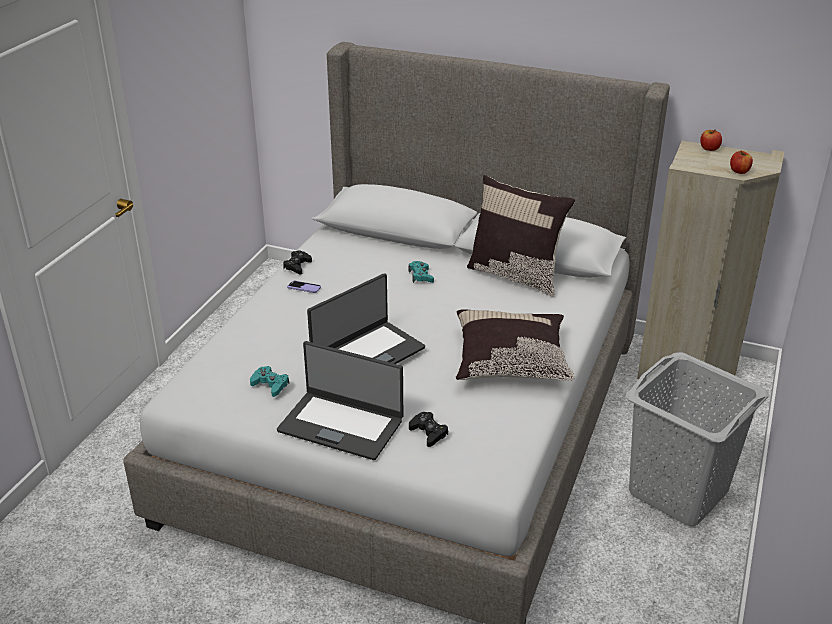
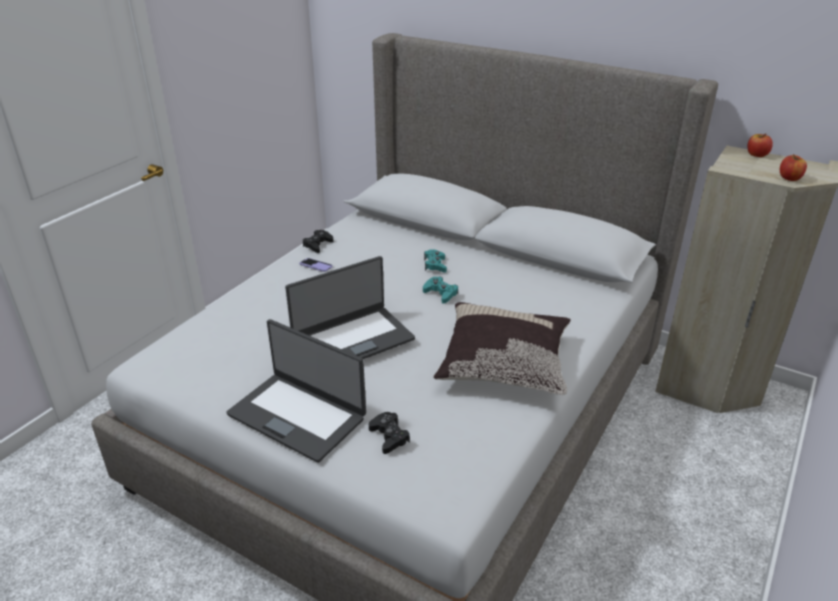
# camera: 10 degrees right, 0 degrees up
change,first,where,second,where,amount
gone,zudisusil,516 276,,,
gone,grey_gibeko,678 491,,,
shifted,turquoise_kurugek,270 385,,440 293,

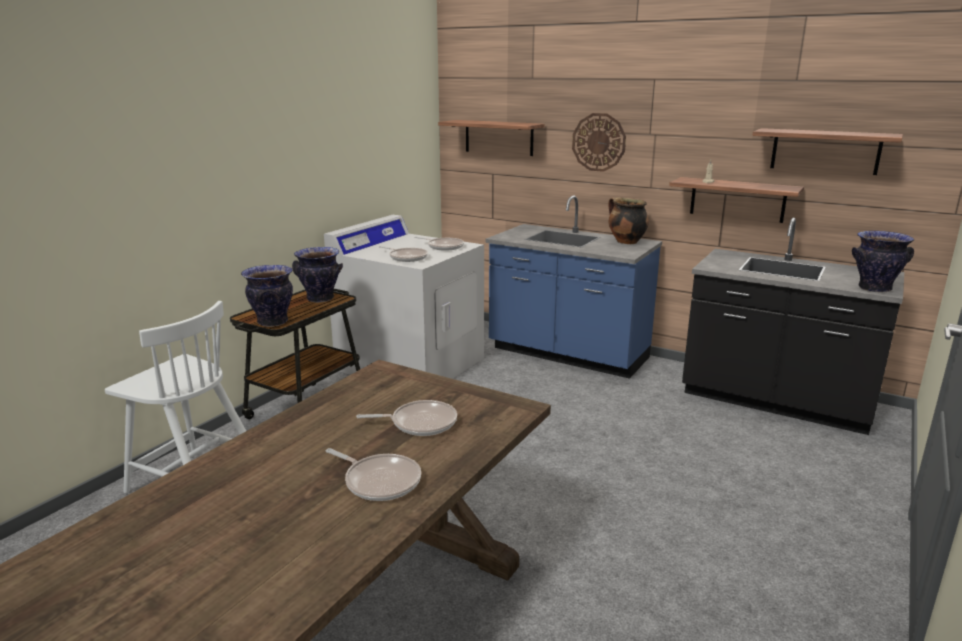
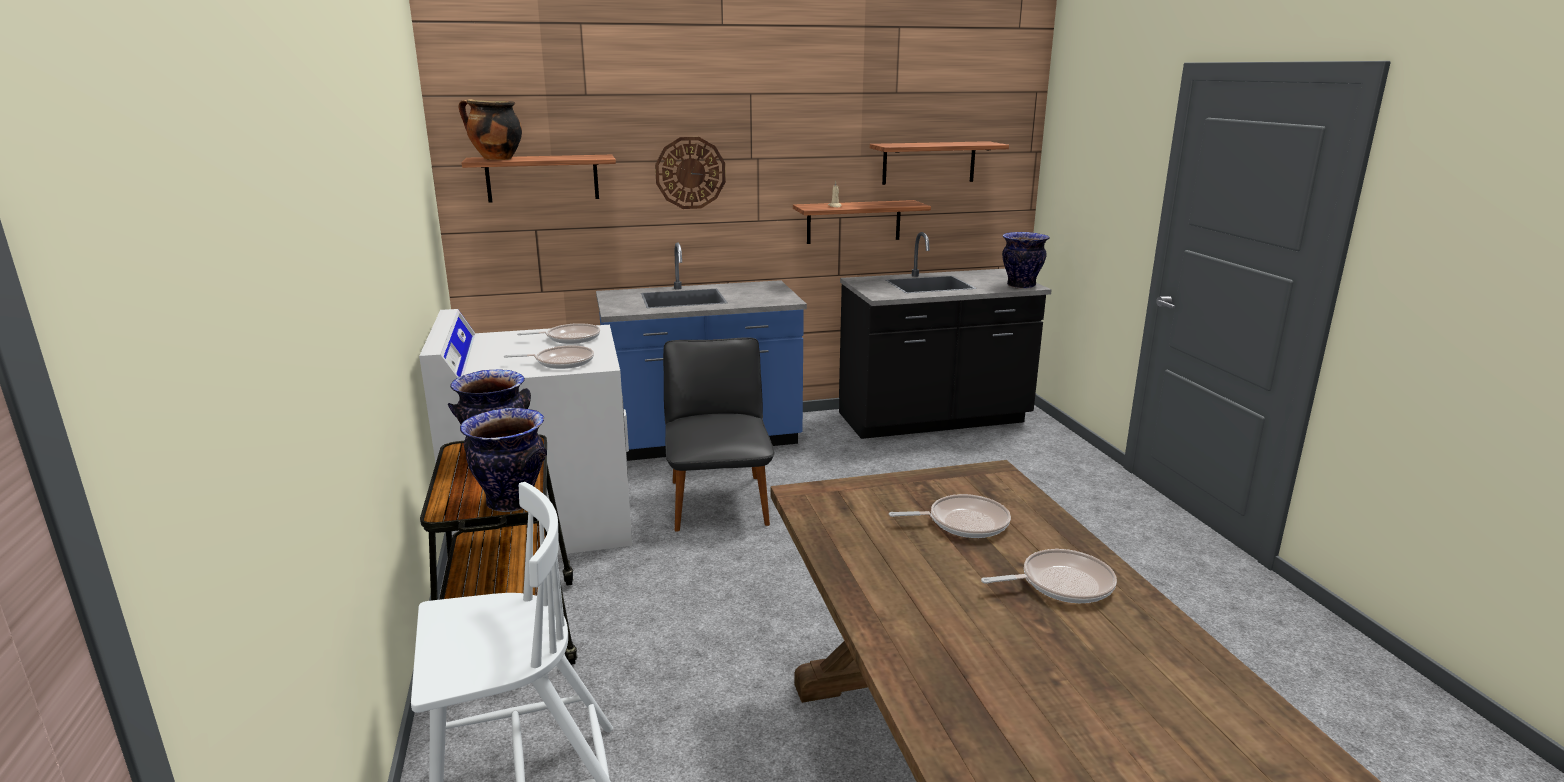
# camera: 45 degrees left, 0 degrees up
change,first,where,second,where,amount
new,,,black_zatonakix,718 502,
shifted,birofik,625 242,,495 159,
rotated,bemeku,420 423,,963 522,45 degrees clockwise

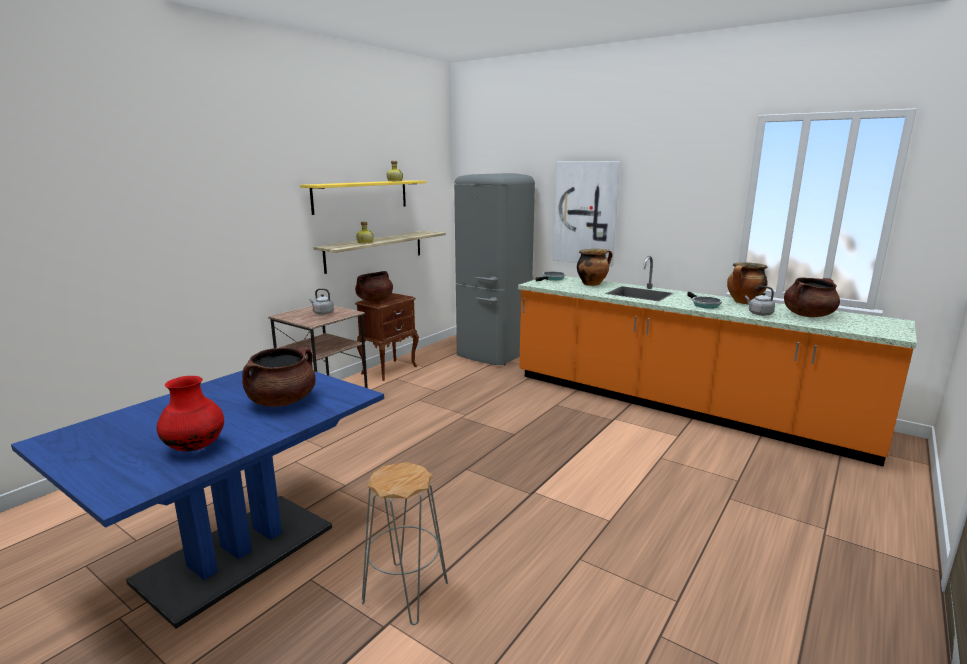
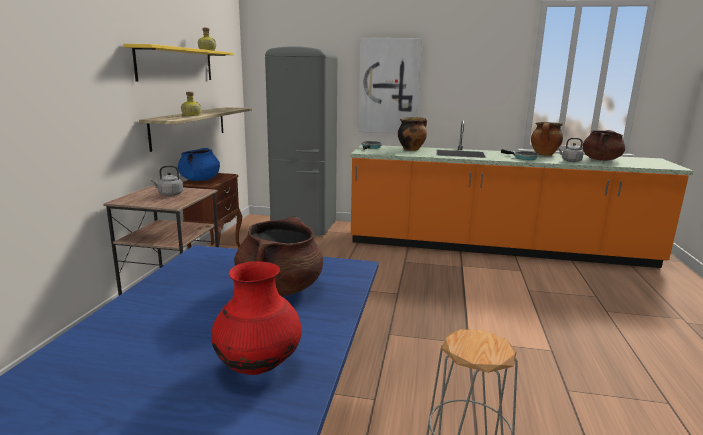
# camera: 25 degrees left, 0 degrees up
change,first,where,second,where,amount
repainted,brown_birofik,374 300,blue_birofik,200 180,

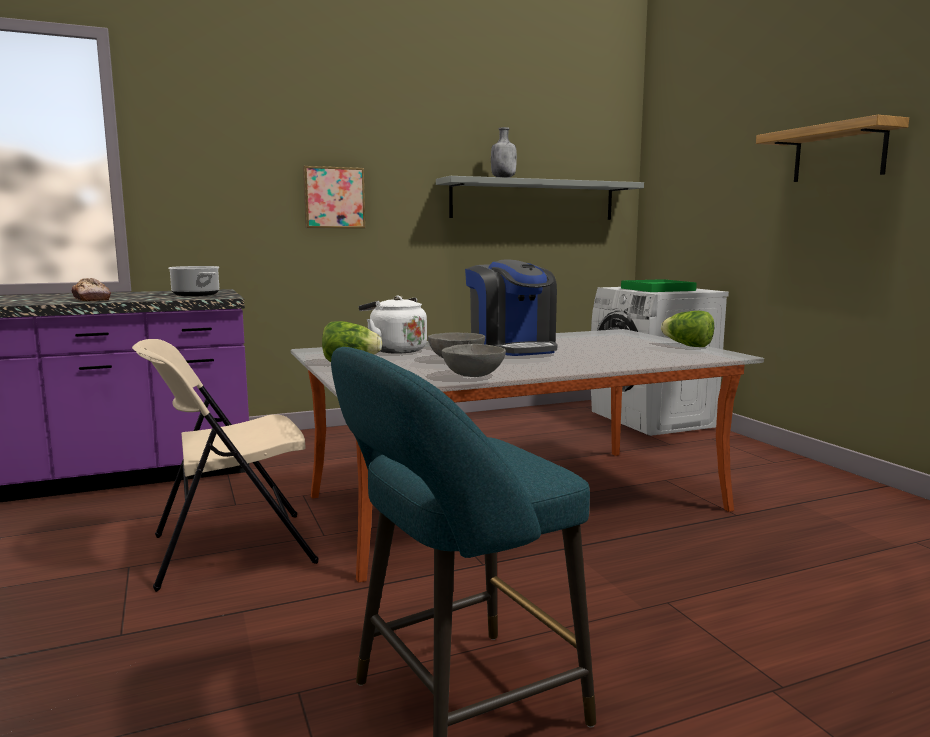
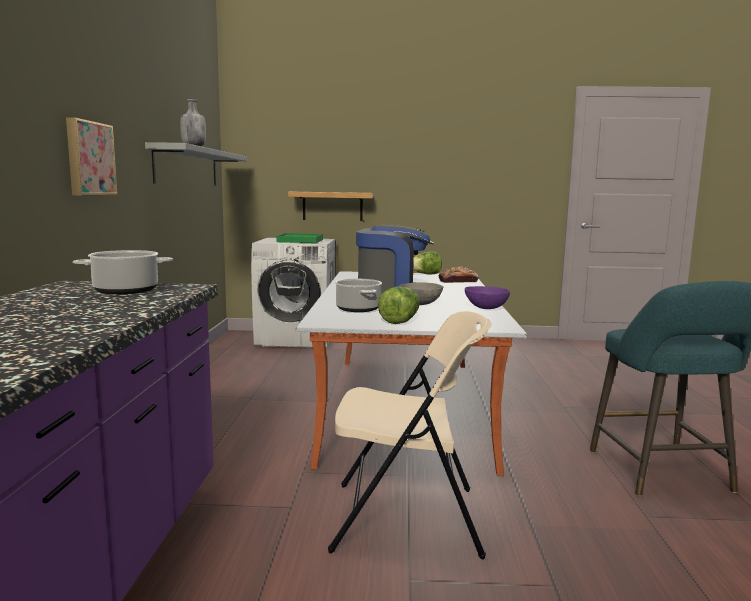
# camera: 65 degrees left, 0 degrees up
change,first,where,second,where,amount
shifted,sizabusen,91 299,,458 281,
shifted,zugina,839 153,,332 206,
swapped,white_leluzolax,395 350,birofik,357 309,
repainted,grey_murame,473 376,purple_murame,486 308,
rotated,beige_zatonakix,233 548,,406 518,90 degrees counterclockwise

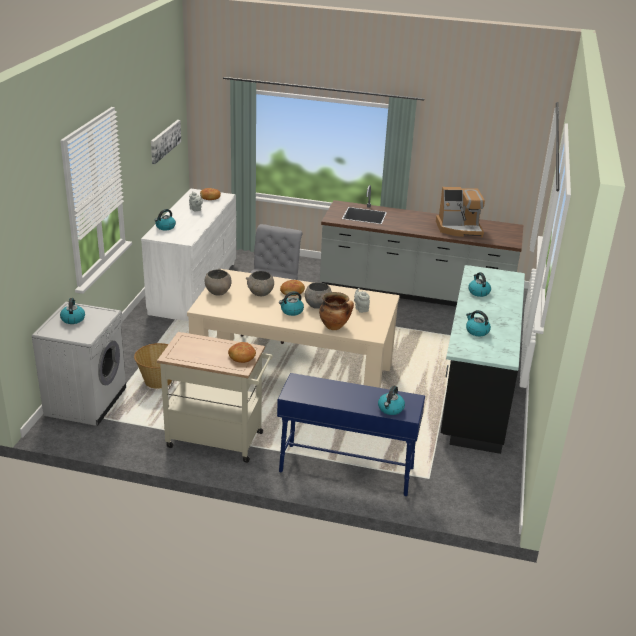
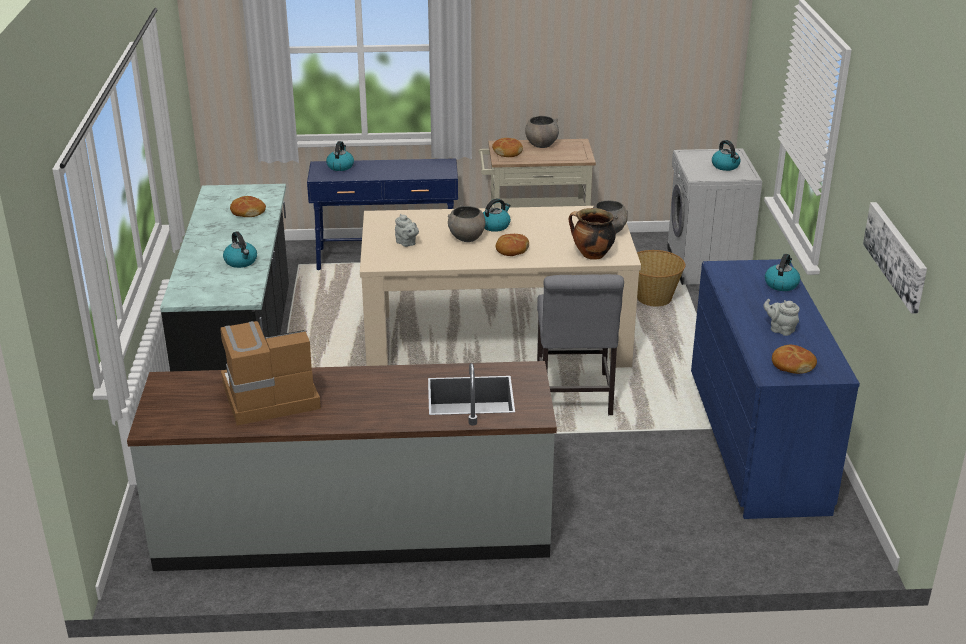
# camera: 165 degrees right, 0 degrees up
change,first,where,second,where,amount
shifted,grey_murame,260 294,,541 144,
shifted,birofik,335 326,,591 255,
swapped,leluzolax,476 331,sizabusen,247 212,
repainted,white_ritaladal,193 288,blue_ritaladal,757 443,

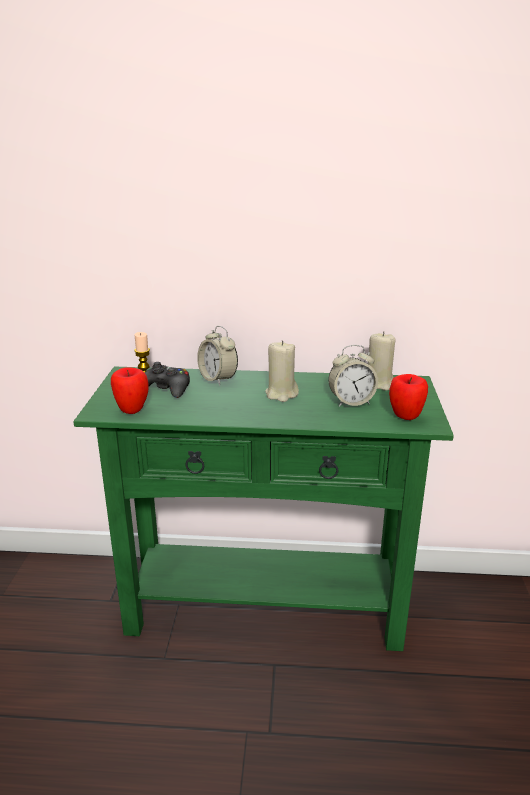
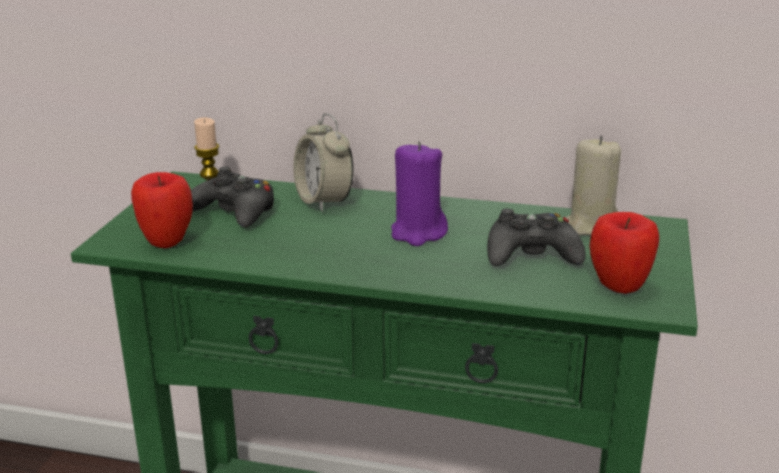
# camera: 10 degrees right, 0 degrees up
change,first,where,second,where,amount
swapped,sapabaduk,351 402,black_kurugek,532 254,
repainted,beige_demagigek,281 394,purple_demagigek,418 233,

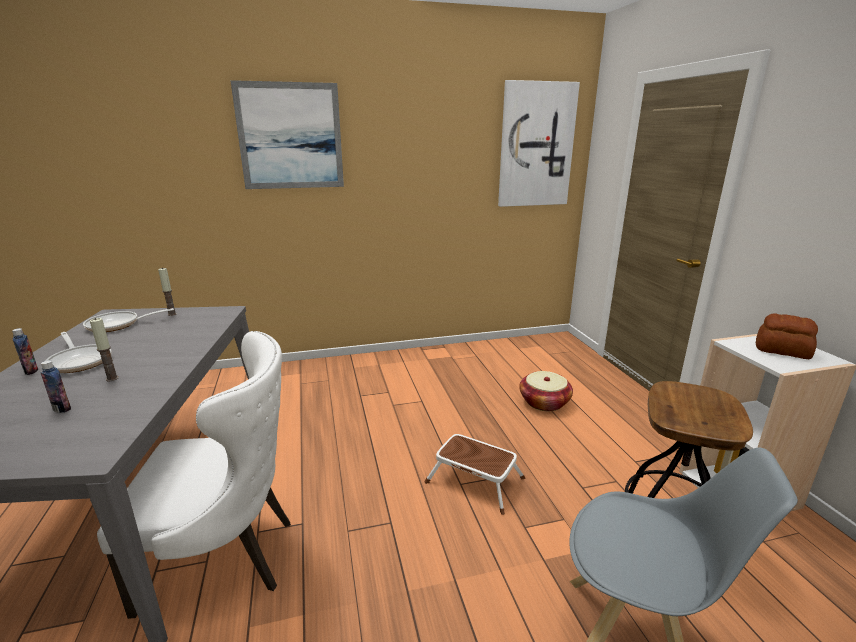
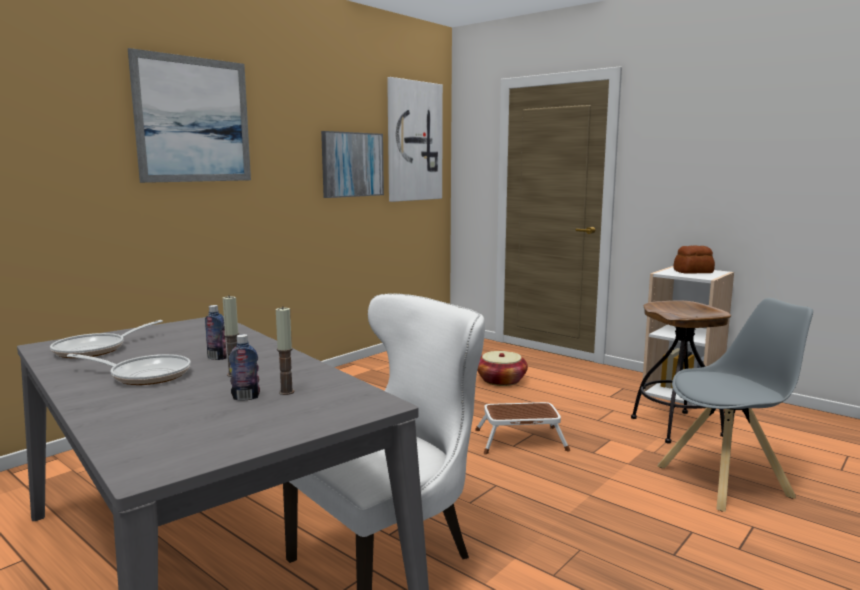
# camera: 35 degrees left, 10 degrees down
change,first,where,second,where,amount
new,,,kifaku,352 164,
shifted,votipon,31 371,,217 358,
shifted,demagigek,172 314,,286 392,

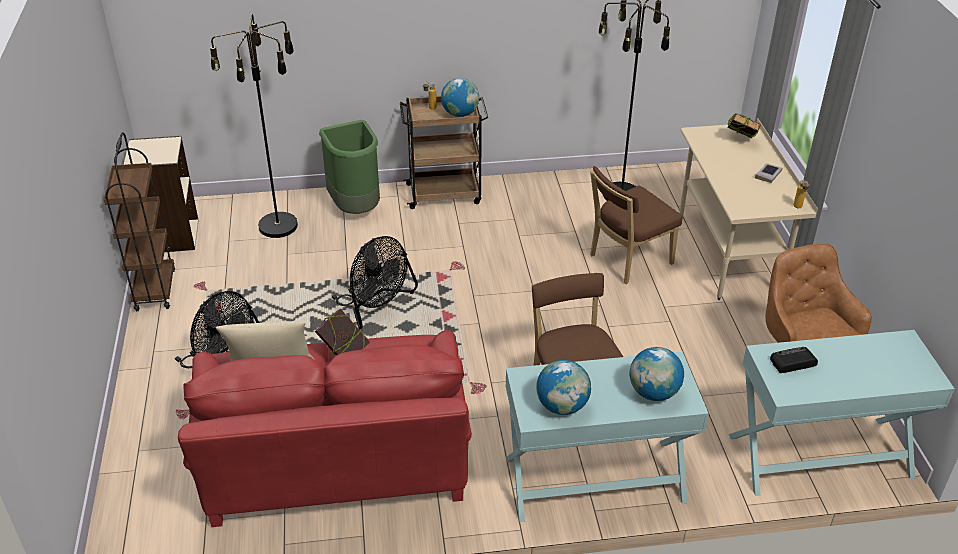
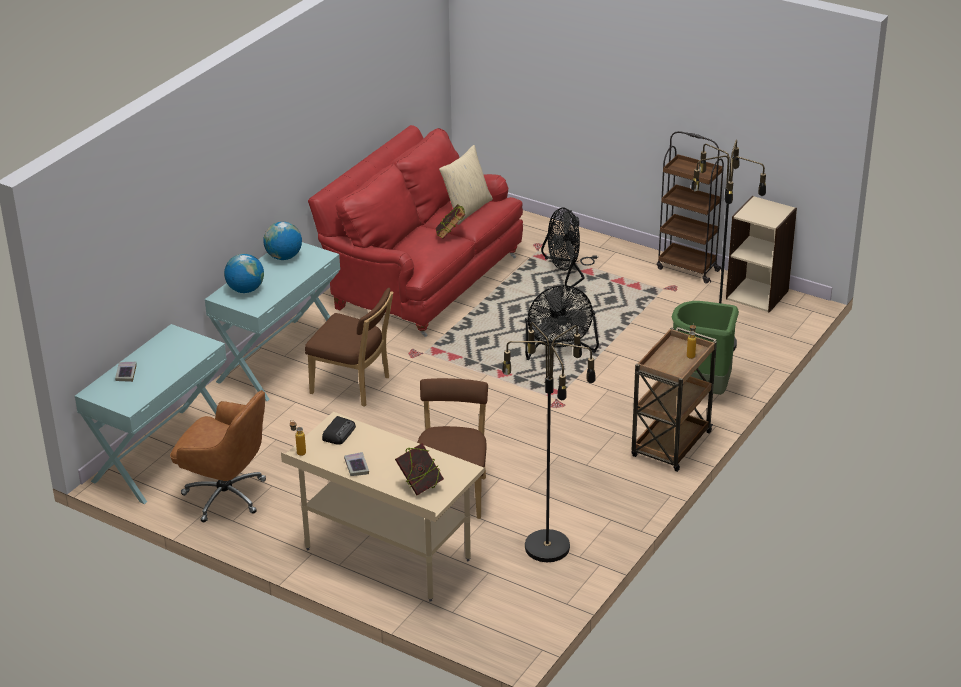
# camera: 130 degrees right, 5 degrees down
change,first,where,second,where,amount
gone,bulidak,460 114,,,
new,,,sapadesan,126 373,
shifted,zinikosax,792 362,,339 433,
rotated,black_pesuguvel,374 306,,555 348,90 degrees counterclockwise

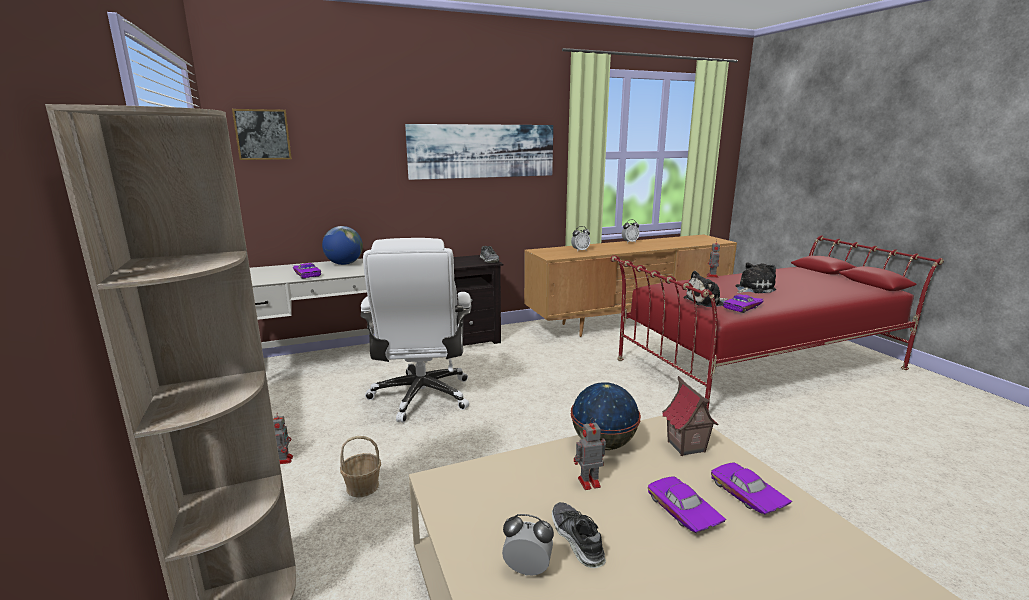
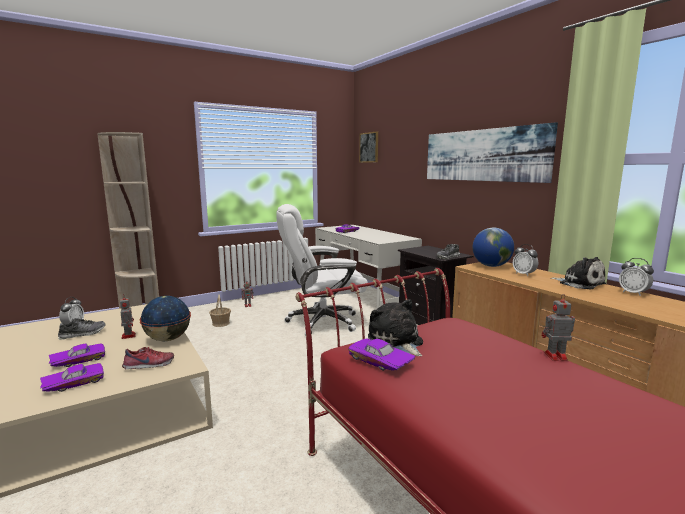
# camera: 80 degrees right, 5 degrees down
change,first,where,second,where,amount
shifted,bulidak,344 264,,491 266,
shifted,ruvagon,753 289,,579 283,
swapped,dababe,685 447,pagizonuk,149 365,

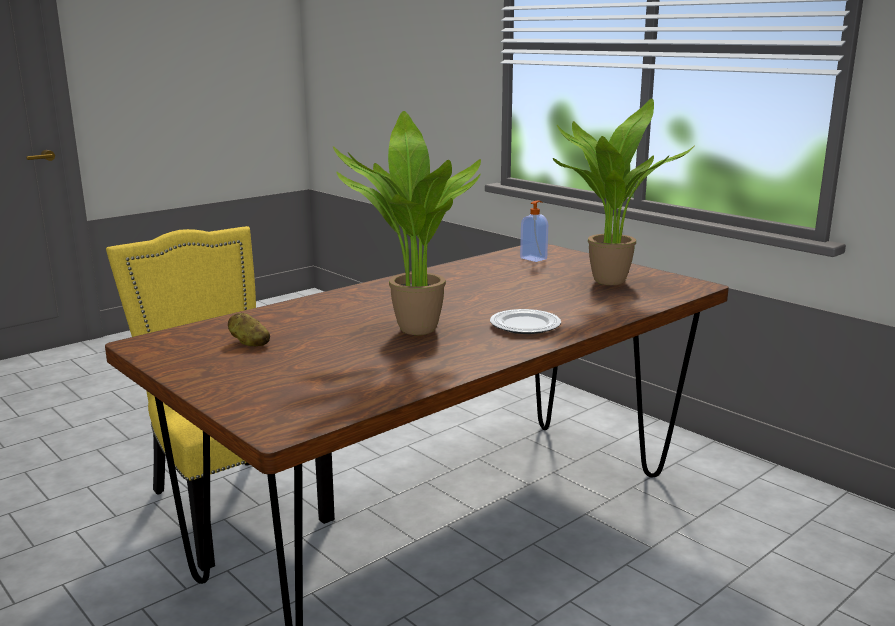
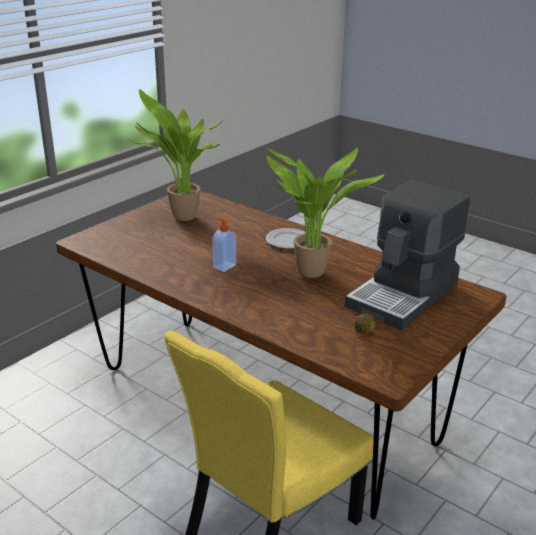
# camera: 100 degrees left, 10 degrees up
change,first,where,second,where,amount
new,,,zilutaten,404 295,
shifted,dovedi,534 258,,224 266,

